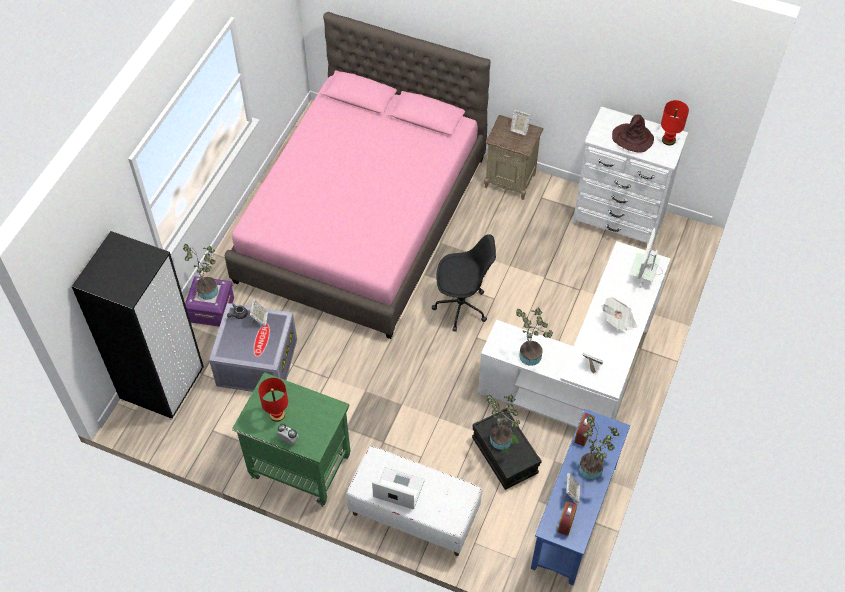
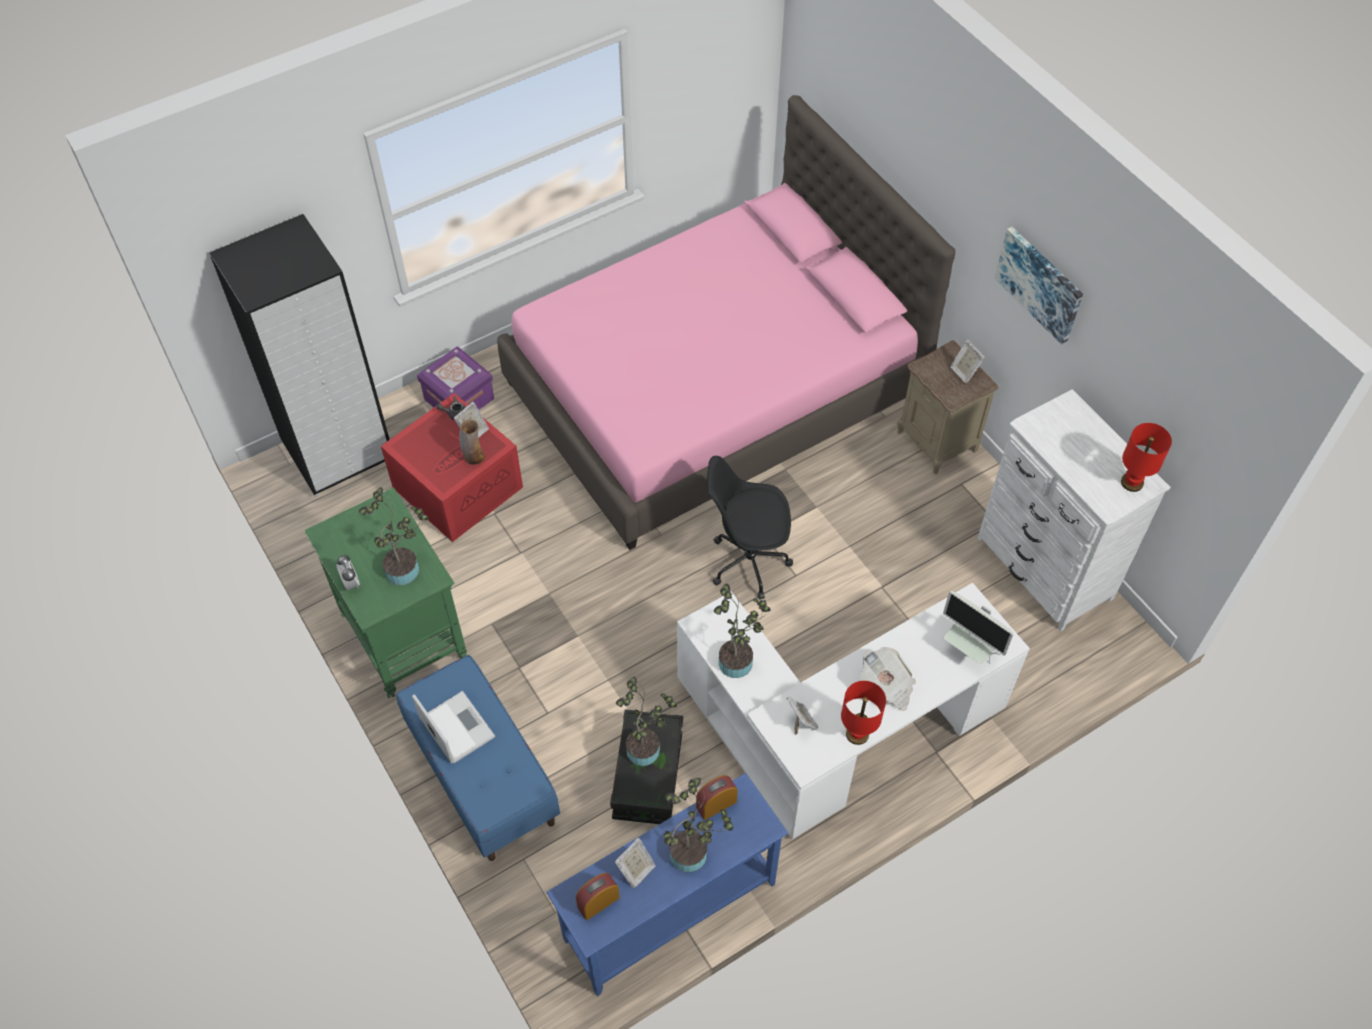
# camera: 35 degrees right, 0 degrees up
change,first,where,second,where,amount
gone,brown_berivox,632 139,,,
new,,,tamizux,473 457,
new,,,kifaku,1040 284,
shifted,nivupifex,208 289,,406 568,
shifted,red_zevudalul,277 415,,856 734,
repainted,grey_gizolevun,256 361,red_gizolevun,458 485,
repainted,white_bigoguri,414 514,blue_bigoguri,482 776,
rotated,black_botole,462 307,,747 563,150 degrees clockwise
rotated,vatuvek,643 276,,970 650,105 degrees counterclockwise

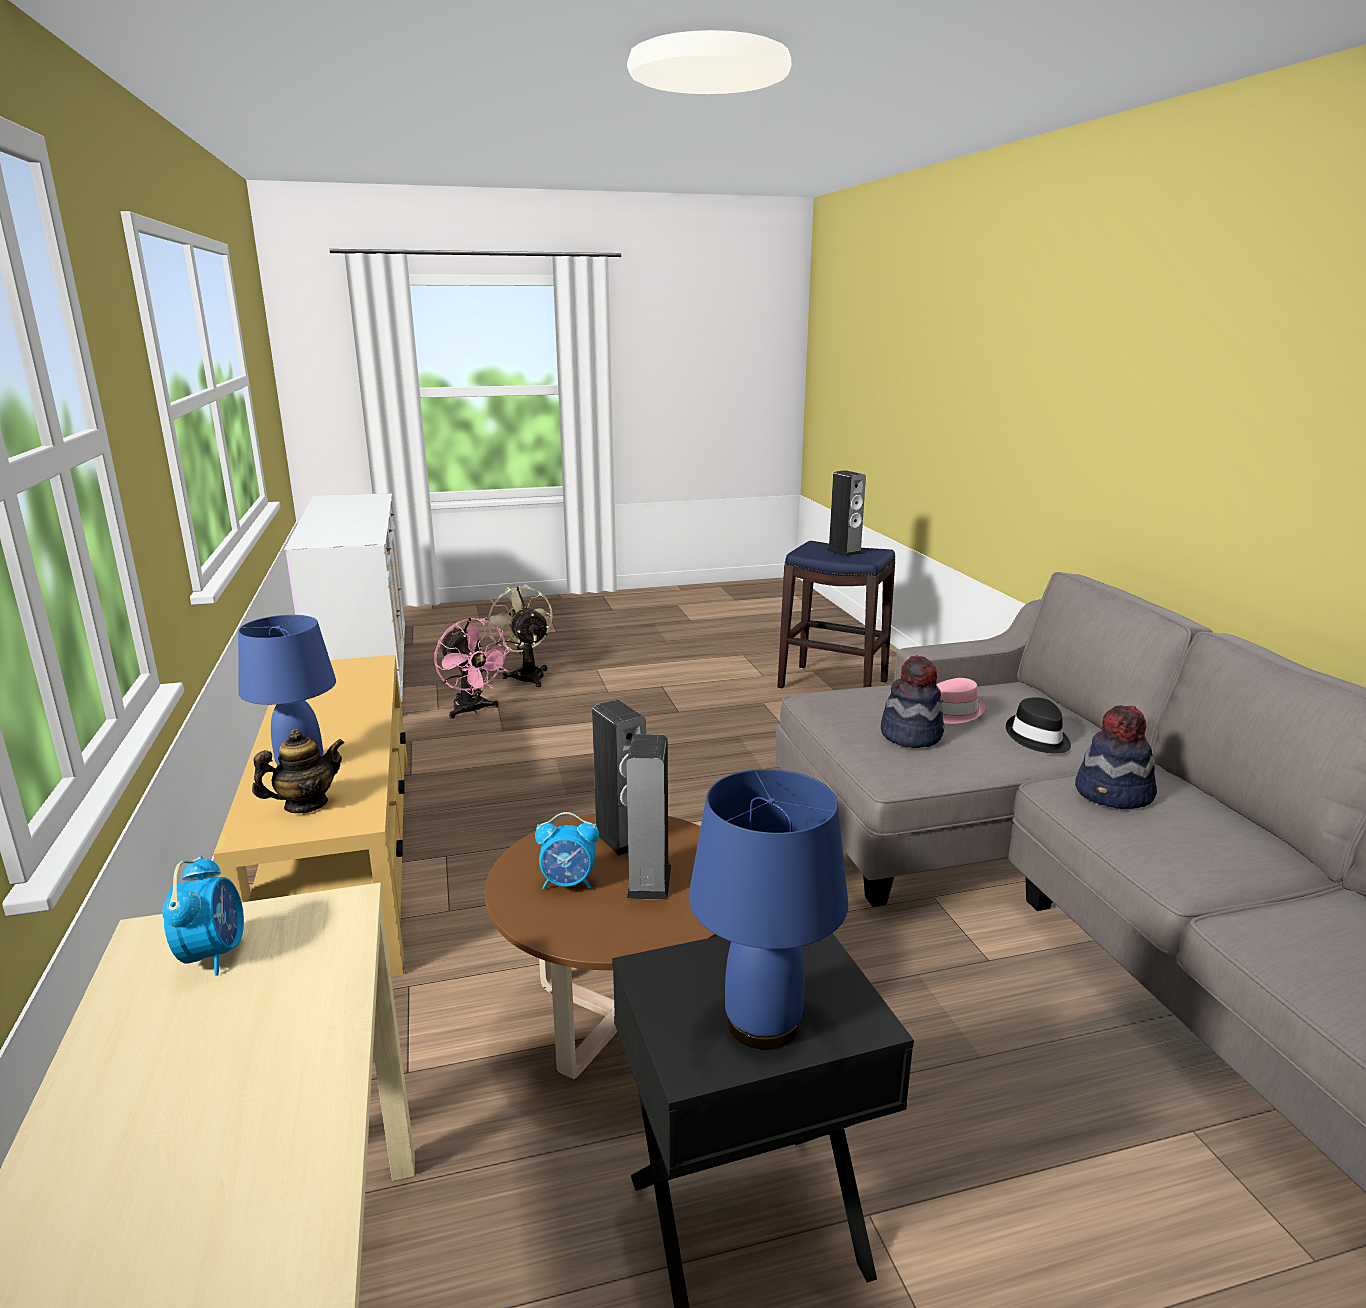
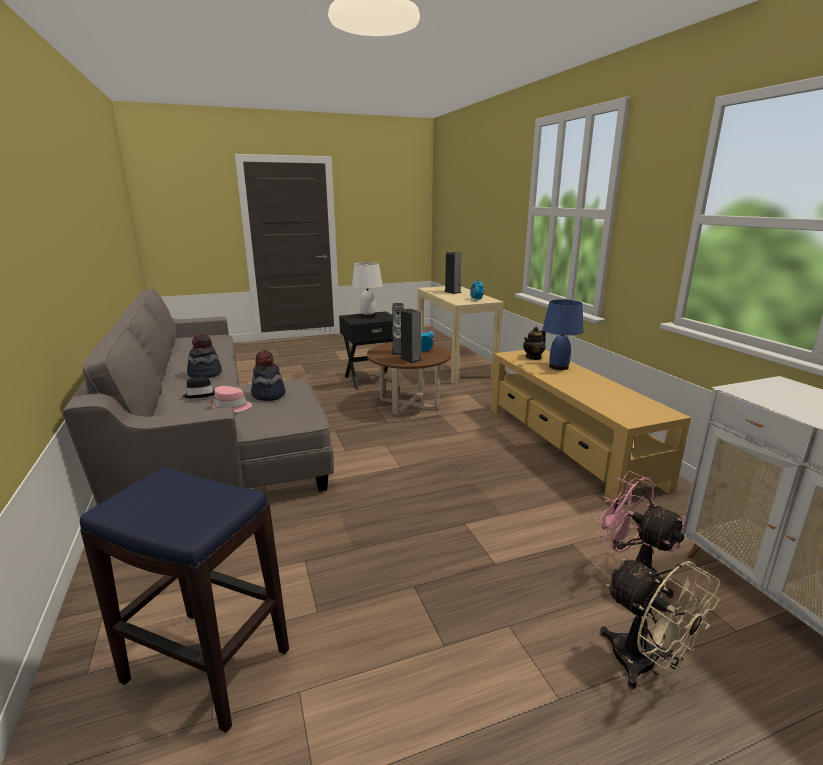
# camera: 175 degrees right, 0 degrees up
change,first,where,second,where,amount
shifted,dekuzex,844 552,,452 292,
repainted,blue_zevudalul,762 1022,white_zevudalul,368 315,

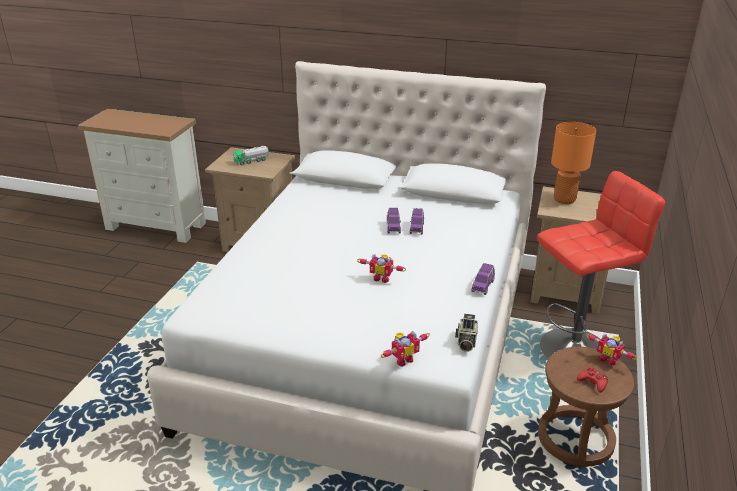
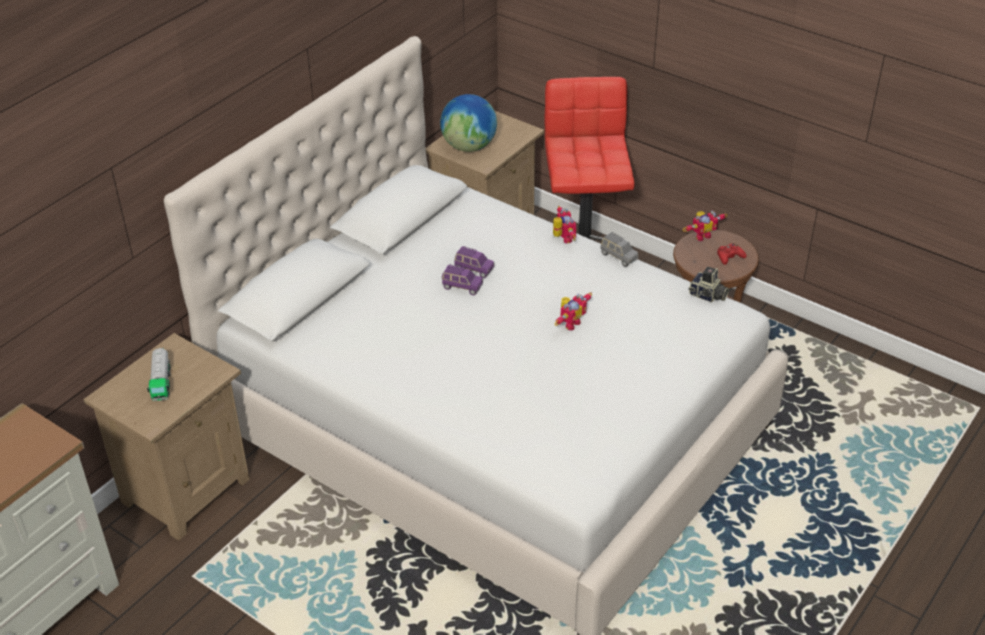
# camera: 70 degrees left, 10 degrees up
change,first,where,second,where,amount
shifted,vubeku,402 359,,562 239,
swapped,orange_zevudalul,564 201,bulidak,469 146,
repainted,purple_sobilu,483 286,grey_sobilu,618 257,

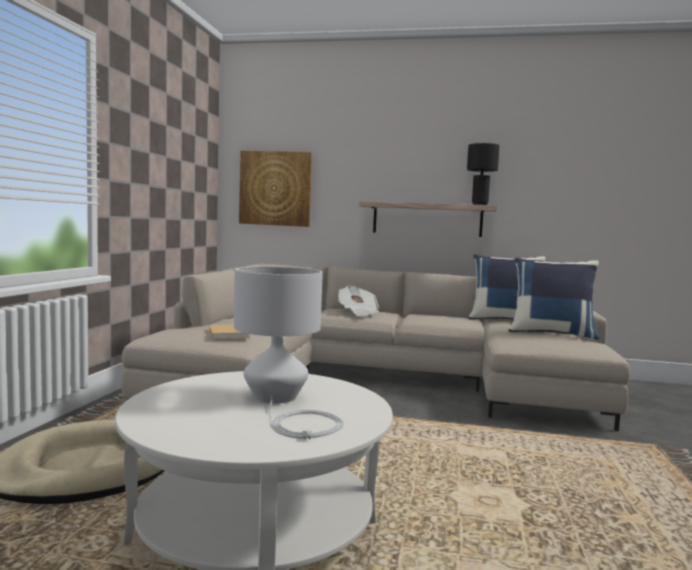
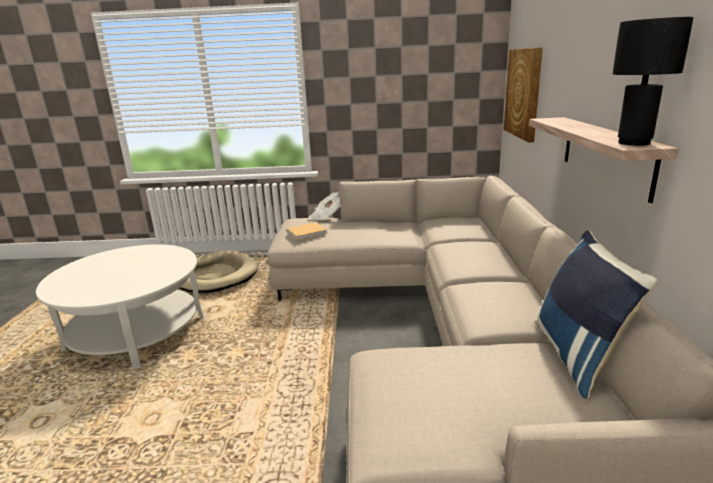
# camera: 80 degrees right, 15 degrees up
change,first,where,second,where,amount
gone,white_zevudalul,286 407,,,
gone,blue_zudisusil,551 333,,,
shifted,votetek,358 313,,328 216,

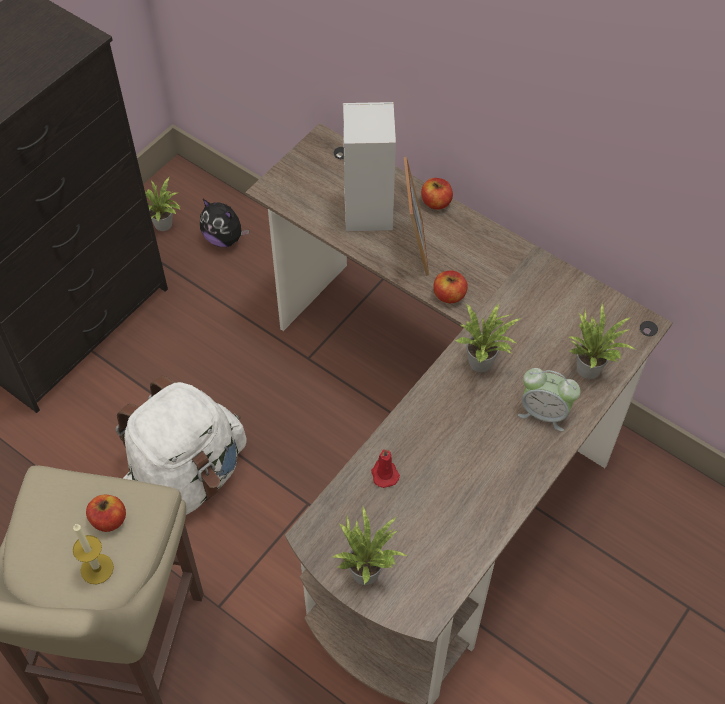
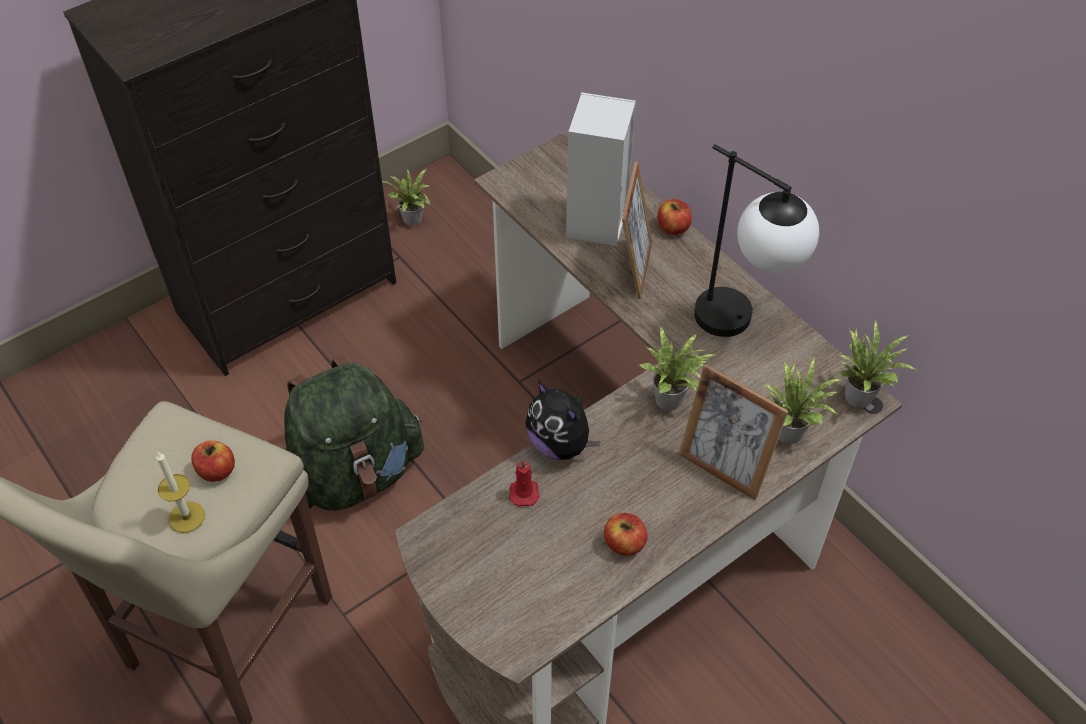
# camera: 15 degrees right, 5 degrees down
change,first,where,second,where,amount
new,,,zevudalul,742 327,
shifted,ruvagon,224 238,,560 444,
shifted,nivupifex,366 569,,859 394,
shifted,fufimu,449 295,,624 543,
swapped,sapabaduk,544 412,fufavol,723 468,
repainted,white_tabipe,187 478,green_tabipe,353 475,

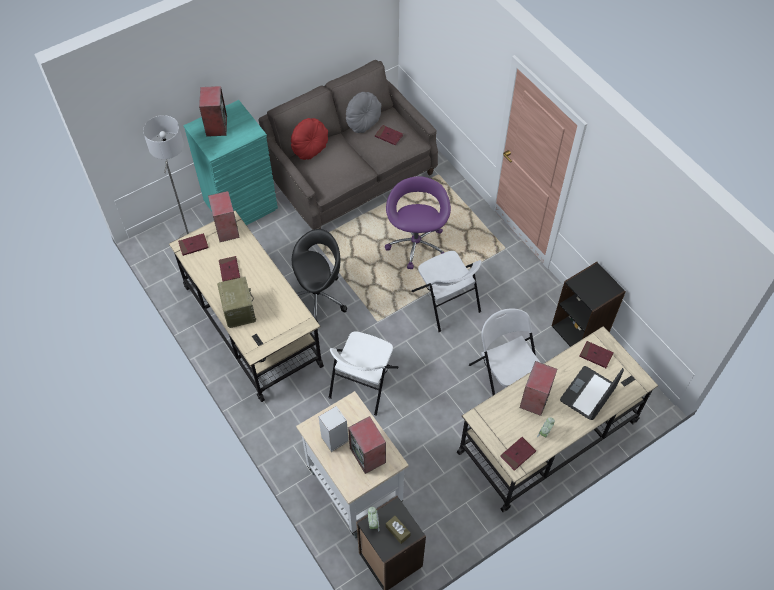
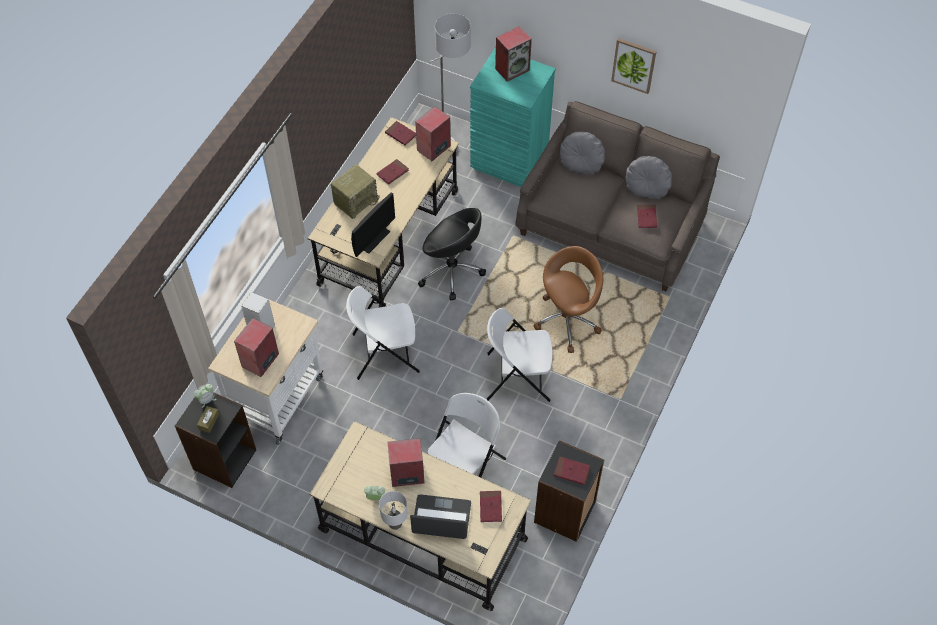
# camera: 60 degrees right, 0 degrees up
change,first,where,second,where,amount
new,,,vatuvek,373 238,
new,,,white_zevudalul,395 524,
new,,,kifaku,634 65,
shifted,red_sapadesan,517 454,,571 471,
repainted,red_zudisusil,310 151,grey_zudisusil,580 166,
repainted,purple_botole,416 245,brown_botole,568 320,
rotated,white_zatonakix,445 301,,518 376,60 degrees clockwise

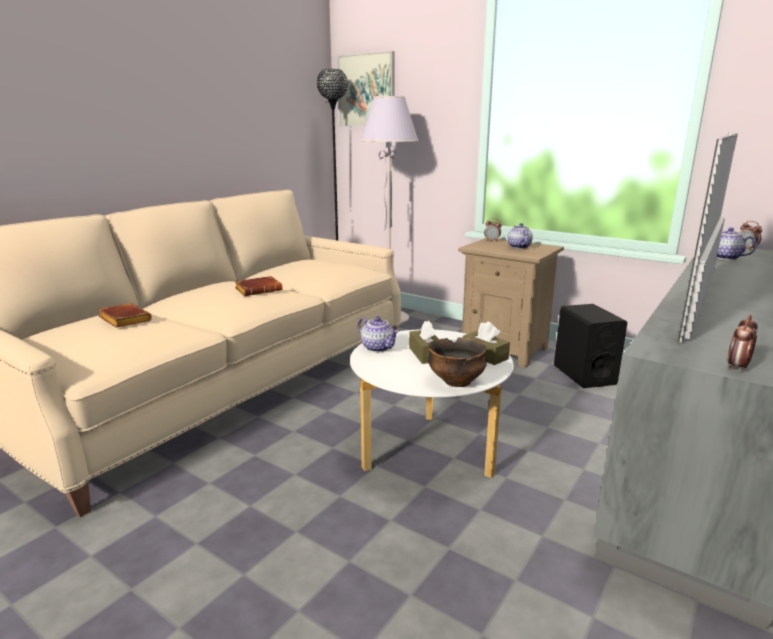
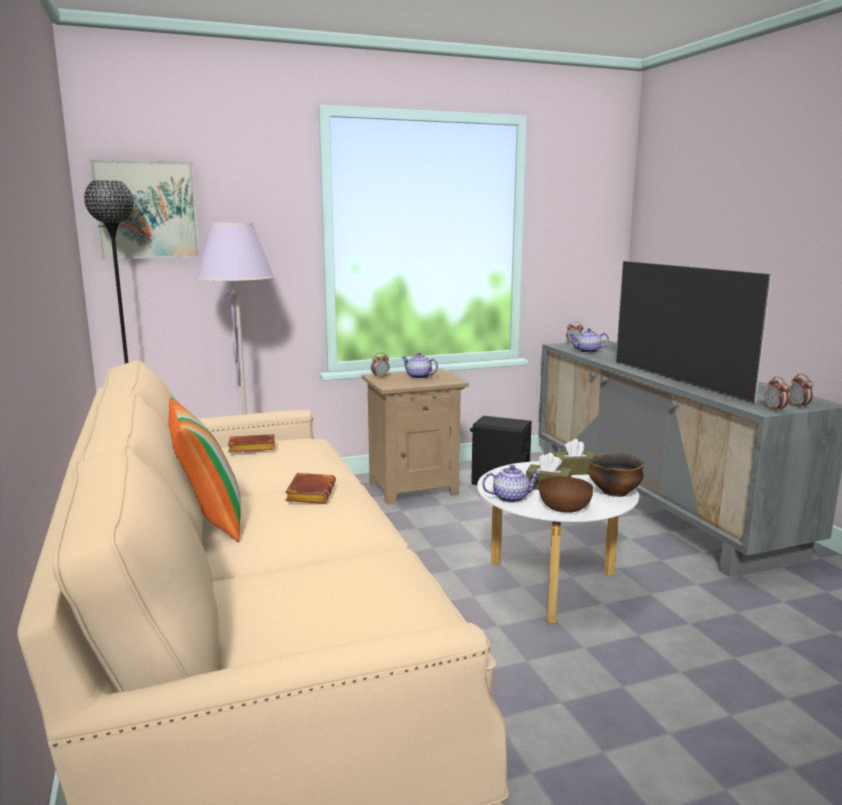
# camera: 55 degrees left, 5 degrees down
change,first,where,second,where,amount
new,,,zudisusil,208 520,
new,,,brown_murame,564 508,
new,,,sapabaduk,775 409,
shifted,brown_sapadesan,123 320,,250 448,

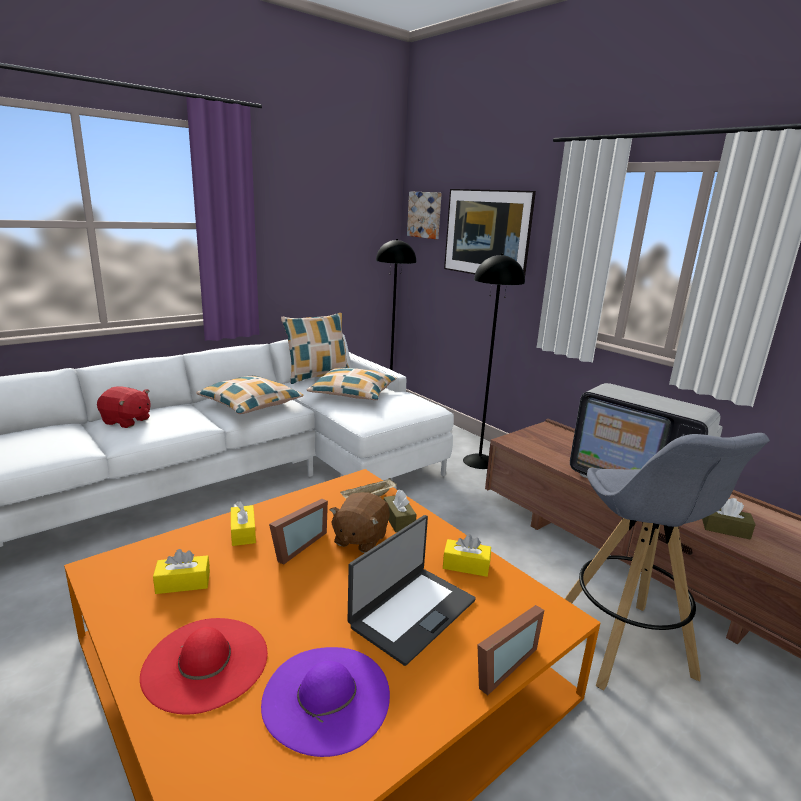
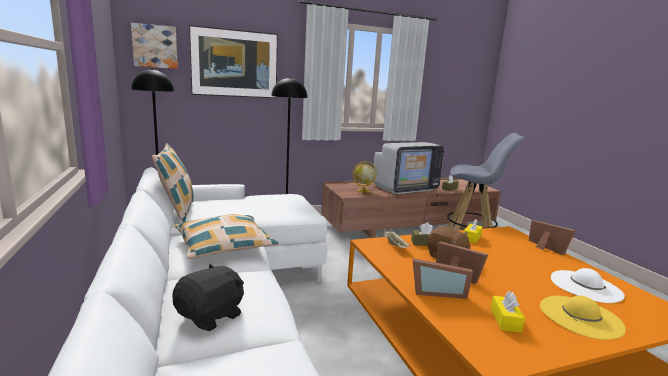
# camera: 70 degrees left, 5 degrees down
change,first,where,second,where,amount
gone,zudisusil,353 393,,,
gone,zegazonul,412 612,,,
new,,,bulidak,363 191,
swapped,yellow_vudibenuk,243 532,fufavol,437 292,
repainted,red_ruvagon,126 421,black_ruvagon,211 316,
repainted,red_berivox,206 662,yellow_berivox,580 316,
repainted,purple_berivox,326 697,white_berivox,585 286,

